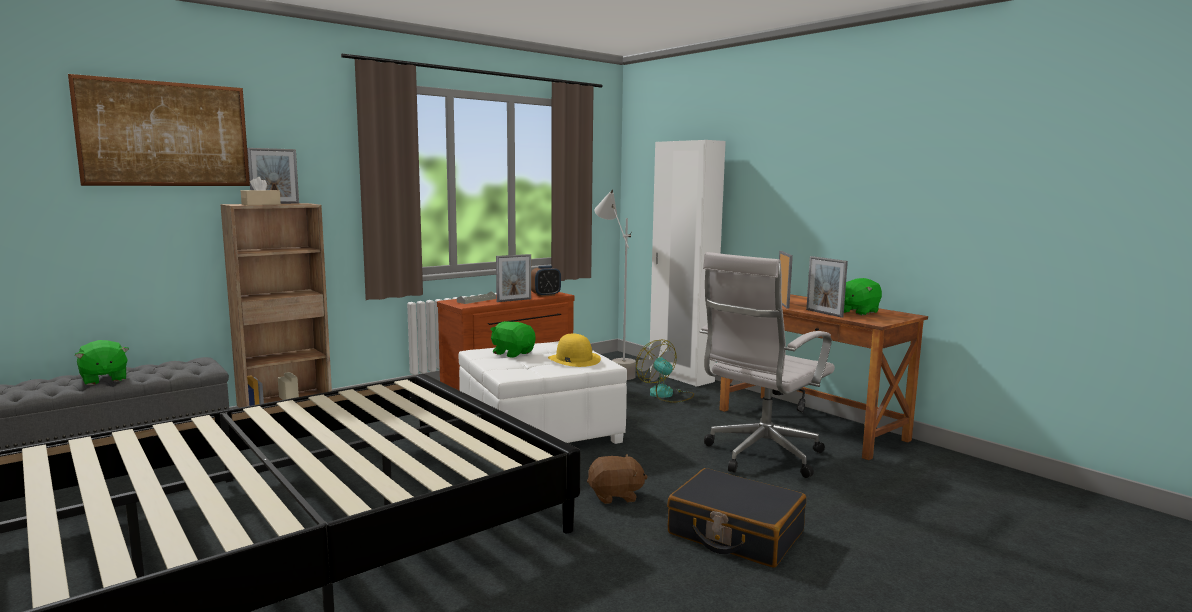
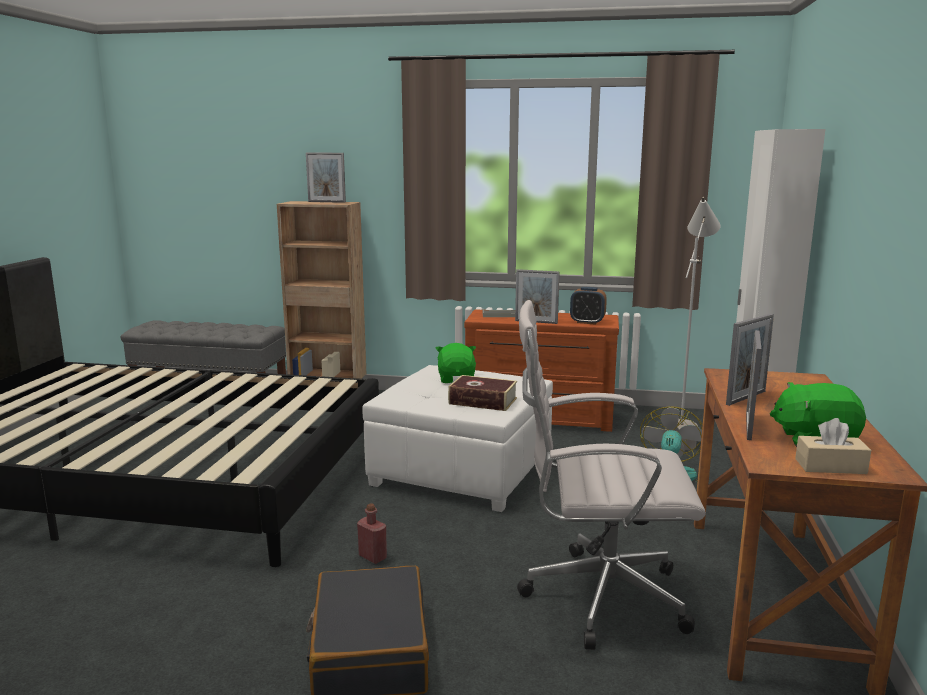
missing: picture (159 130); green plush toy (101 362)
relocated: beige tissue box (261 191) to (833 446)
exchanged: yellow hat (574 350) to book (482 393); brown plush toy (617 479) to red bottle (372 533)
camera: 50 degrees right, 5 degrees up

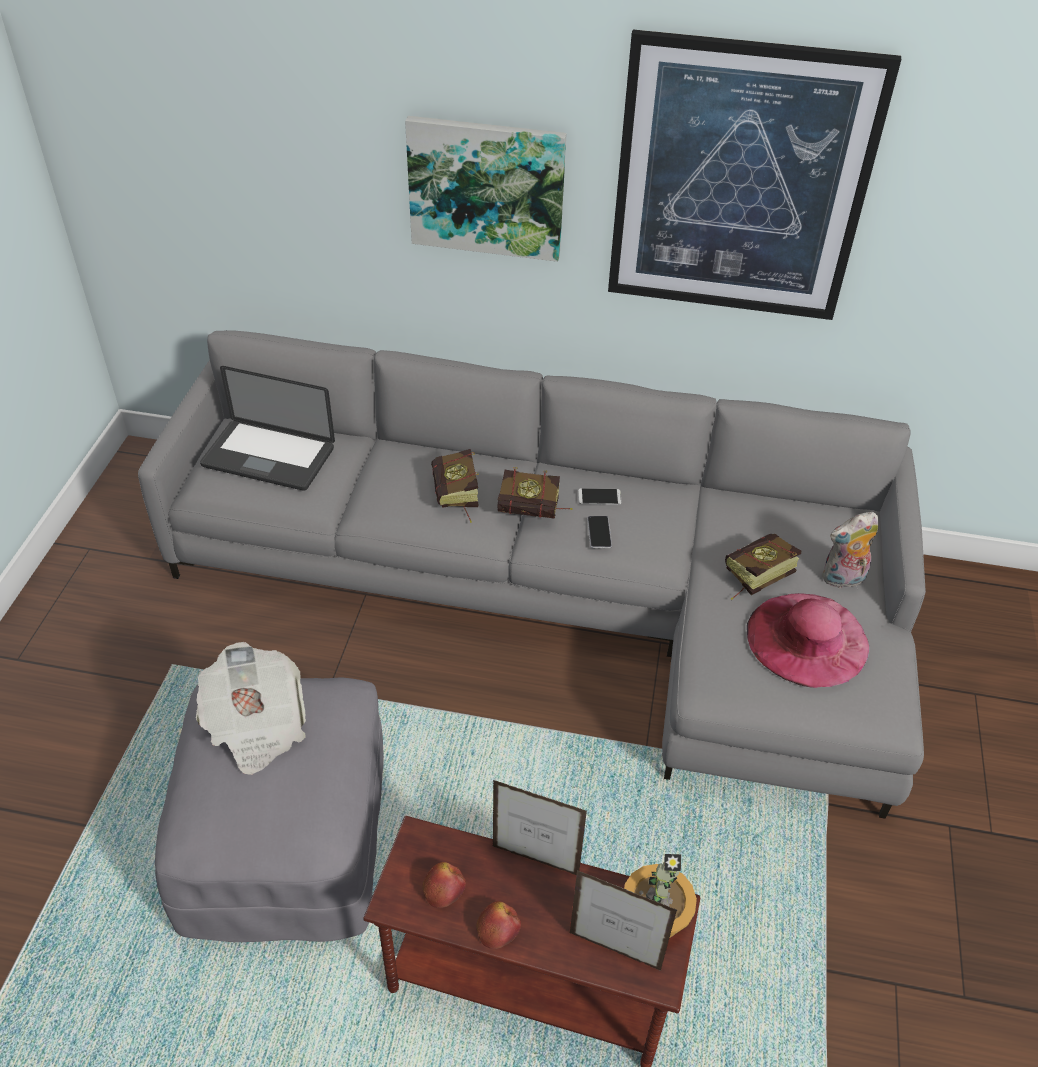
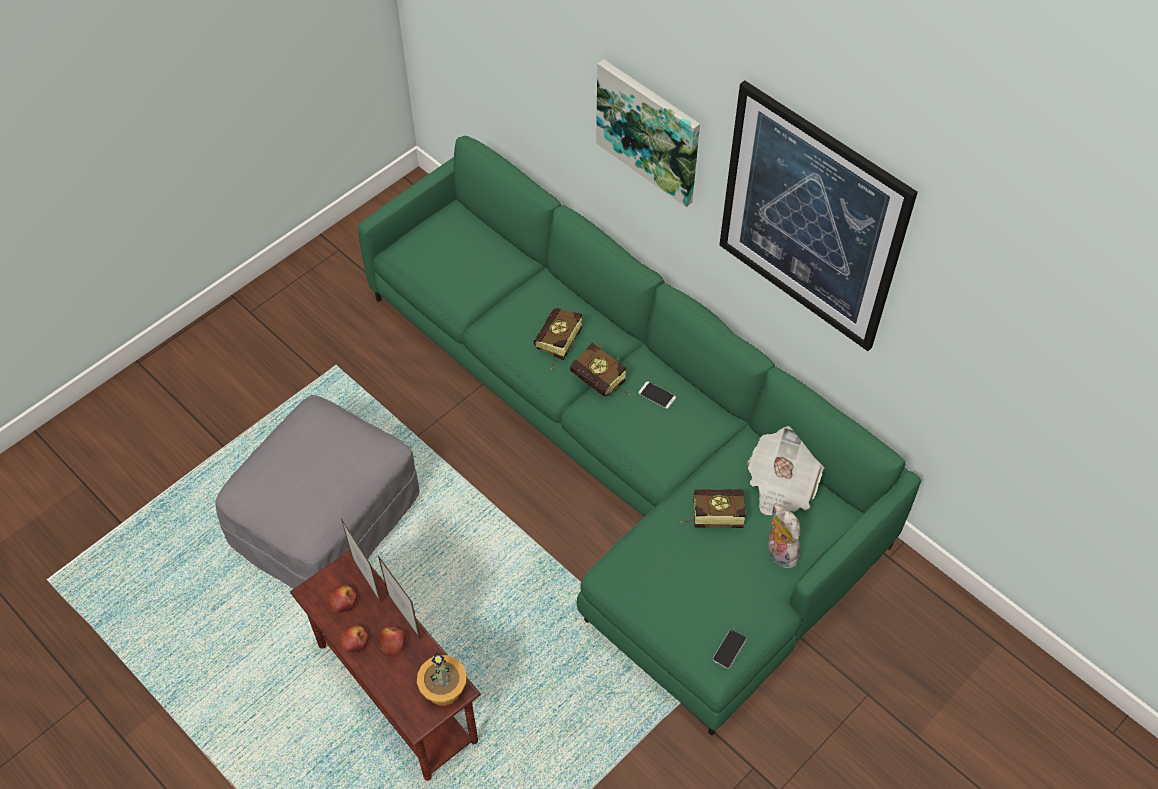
missing: laptop (267 428); pink hat (808 640)
appeared: apple (392 642)
relocated: newspaper (251 708) to (785 470); picture frame (623 920) to (361 561); phone (599 532) to (729 649)
colour: grey sofa (532 574) to green sofa (639 436)
spun: plush toy (850 550) = (784 535) 45 degrees clockwise
camera: 35 degrees right, 10 degrees up

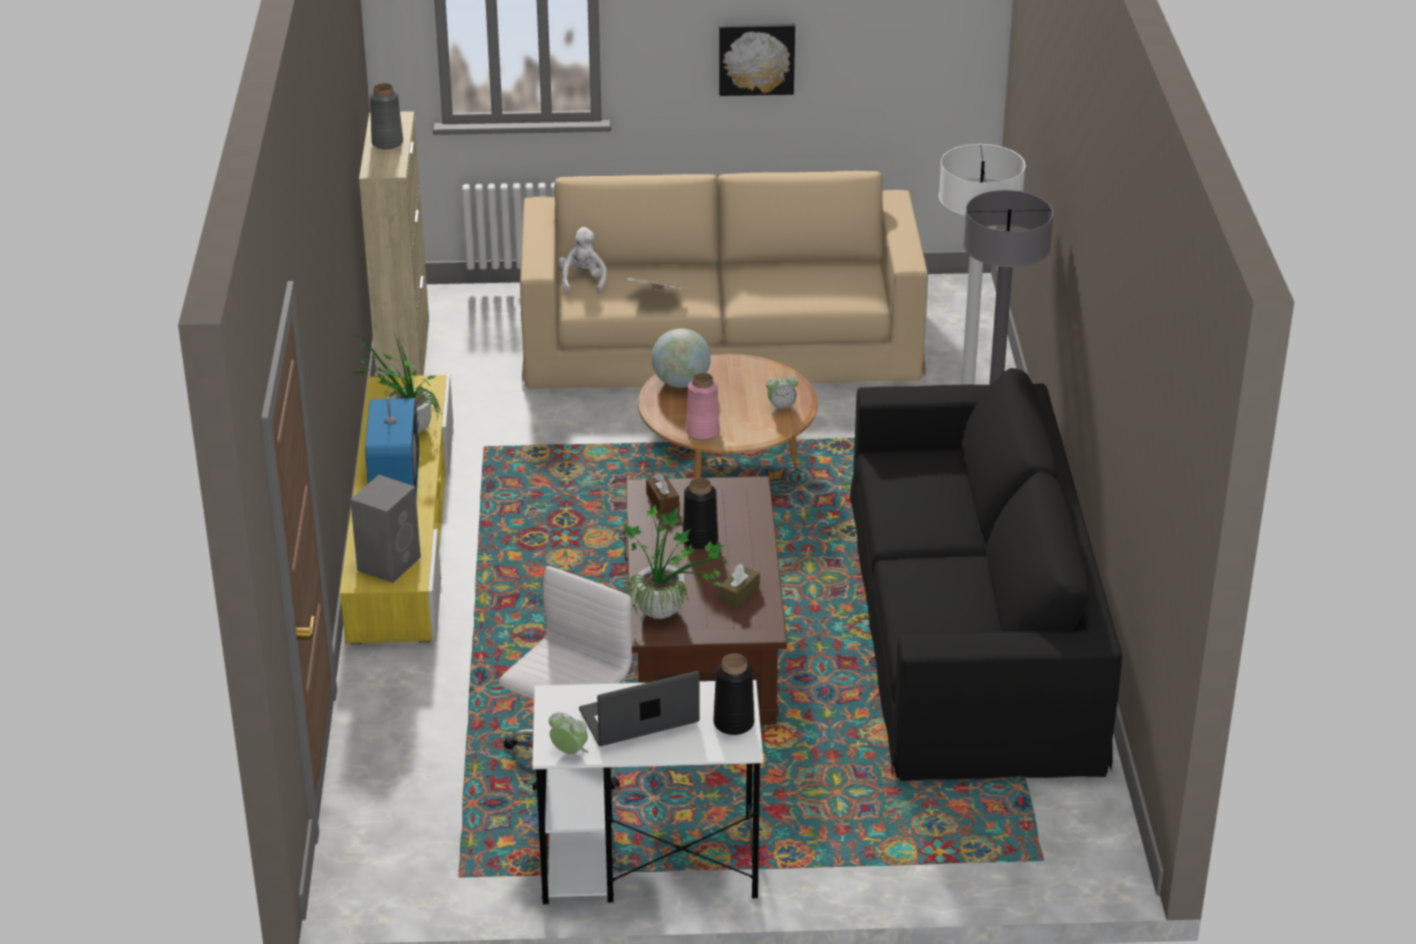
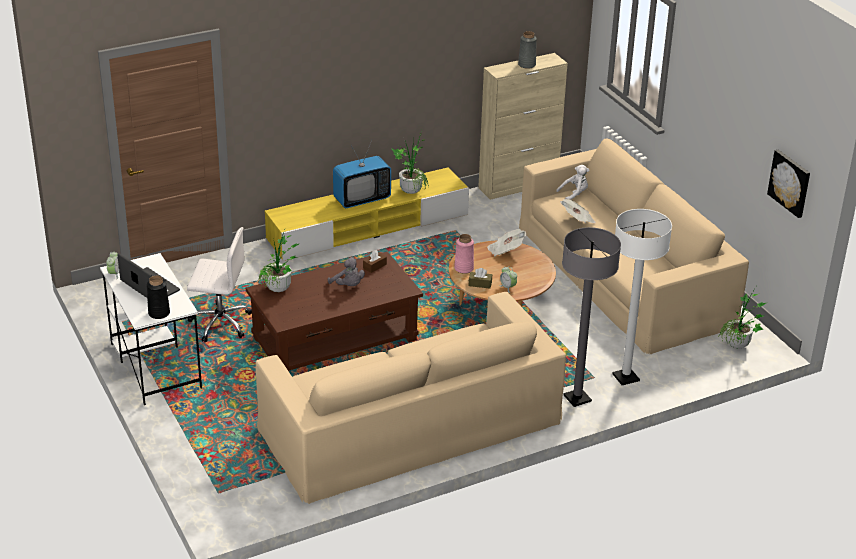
missing: grey speaker (385 529)
appeared: potted plant (742 319)
relocated: picture (757 59) to (788 184); brown tissue box (739 585) to (480 278)
exchanged: globe (681 358) to newspaper (507 242); black vase (700 513) to grey plush toy (346 271)
colour: black sofa (986 574) to beige sofa (411 398)
camera: 65 degrees right, 0 degrees up

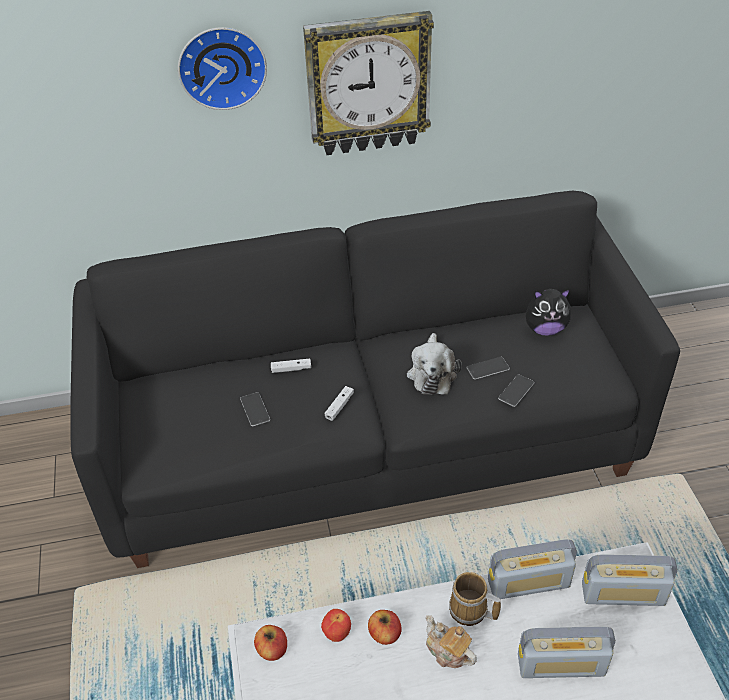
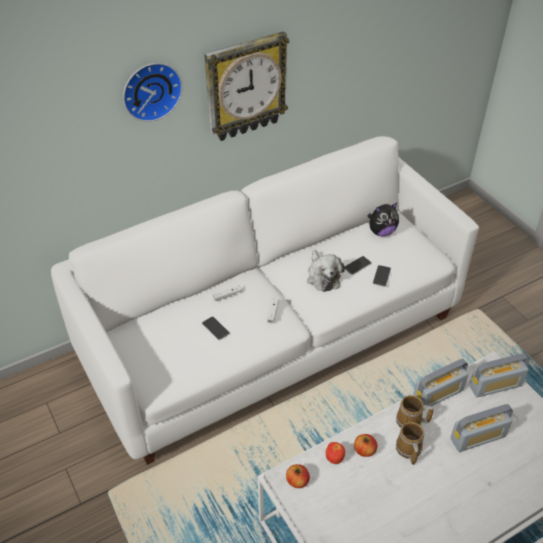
exchanged: teapot (451 641) to mug (410 443)
colour: black sofa (375 379) to white sofa (265 300)
camera: 20 degrees left, 0 degrees up

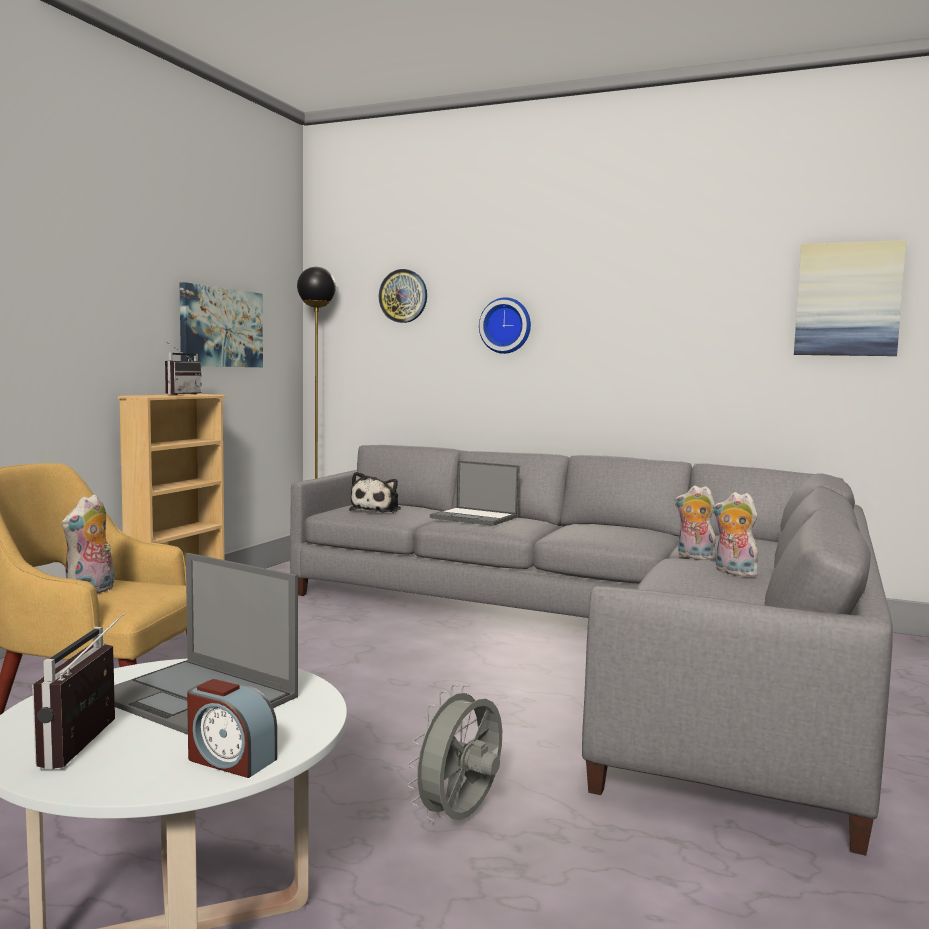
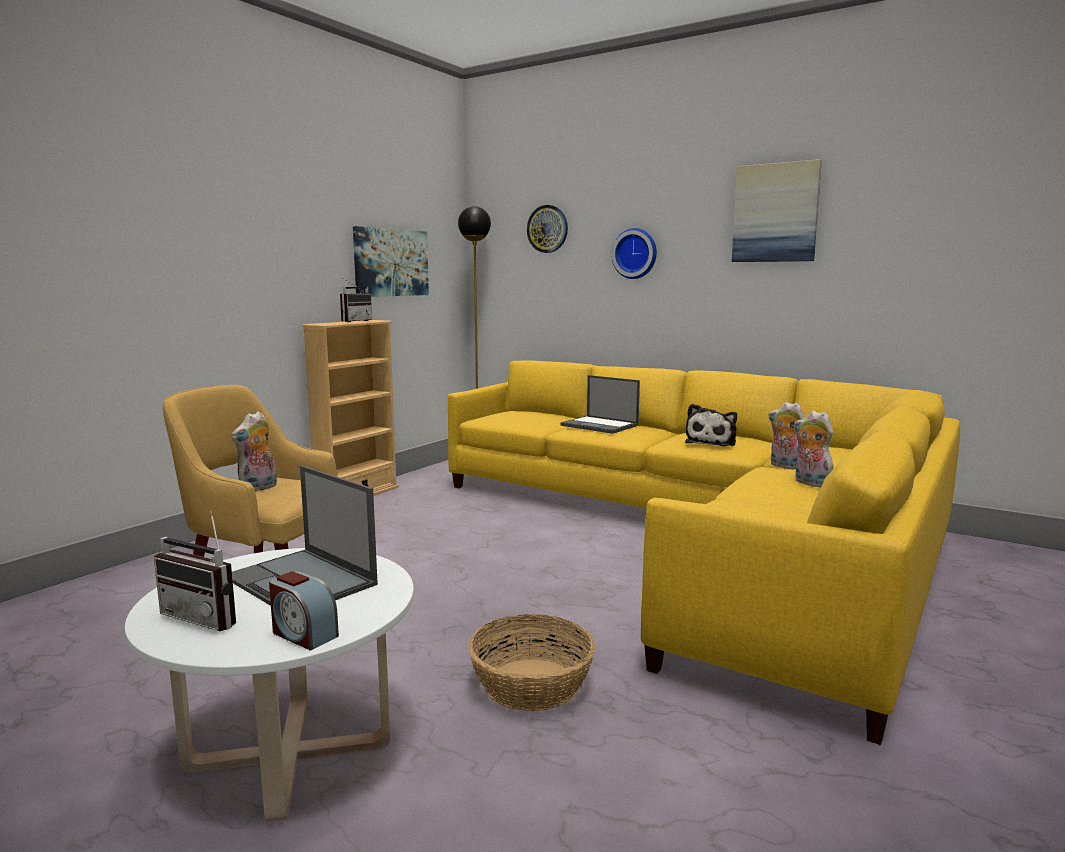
relocated: plush toy (375 492) to (711 425); picture (850 298) to (777 210)
exchanged: grey fan (454 752) to basket (531 662)
colour: grey sofa (591 650) to yellow sofa (704 552)
spun: radio (78 691) = (195 571) 75 degrees counterclockwise
camera: 10 degrees right, 5 degrees up

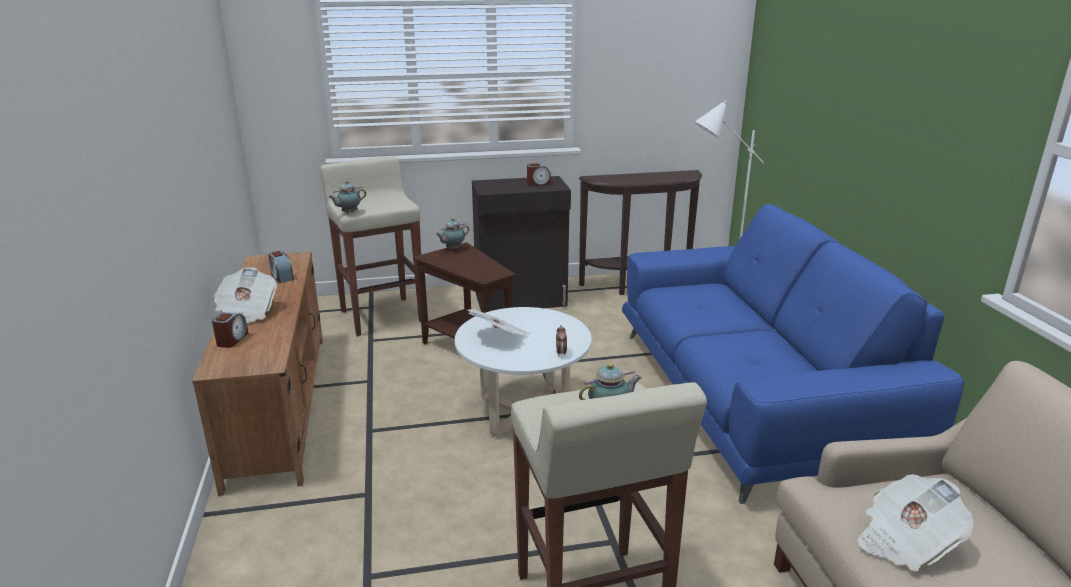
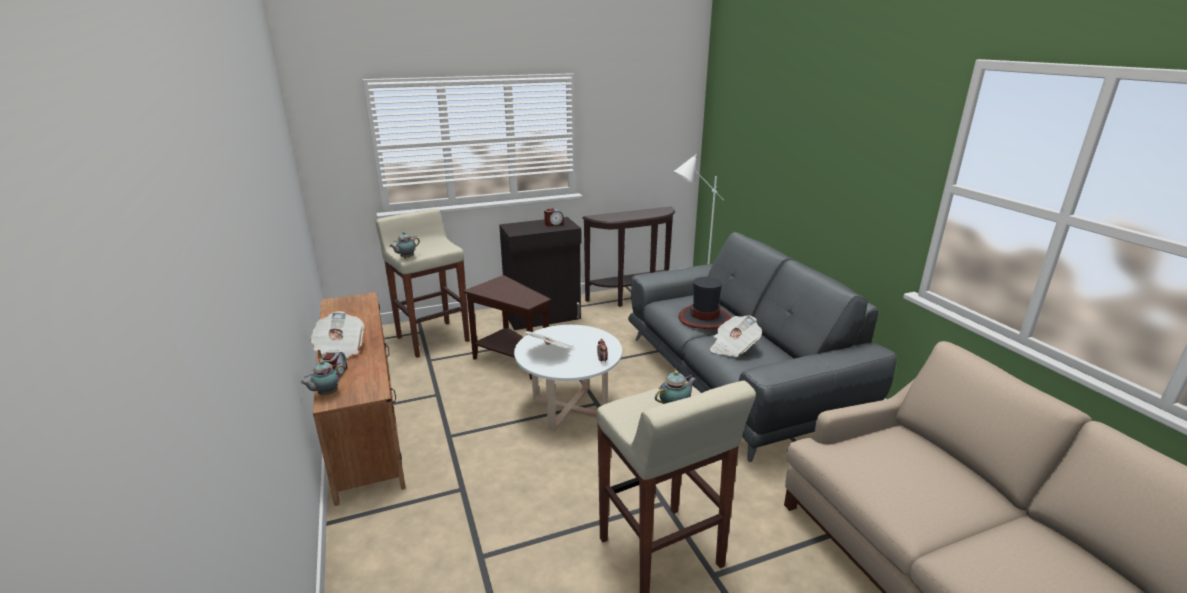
missing: alarm clock (281 267)
appeared: hat (704 303)
relocated: teapot (452 234) to (323 378); newspaper (916 523) to (736 336)
colour: blue sofa (793 354) to grey sofa (762 347)
camera: 10 degrees left, 0 degrees up

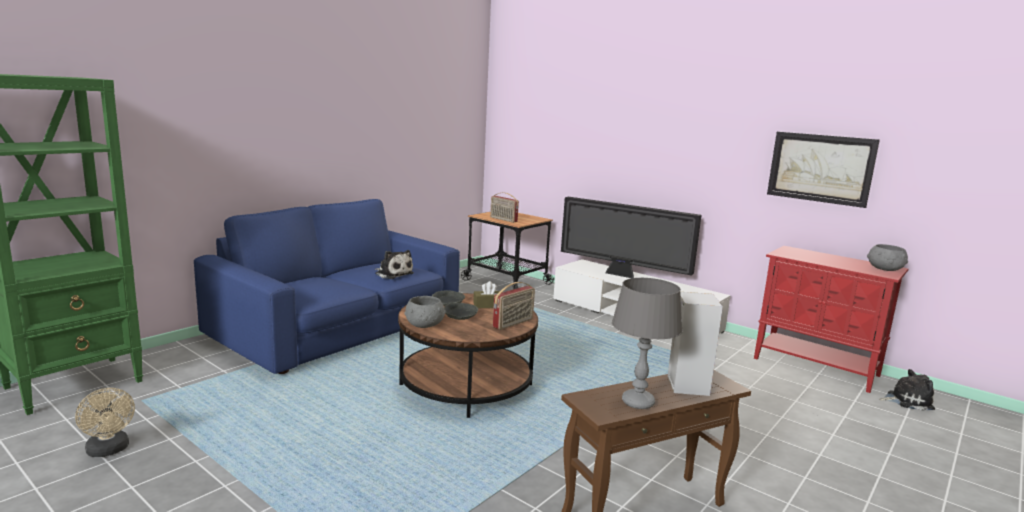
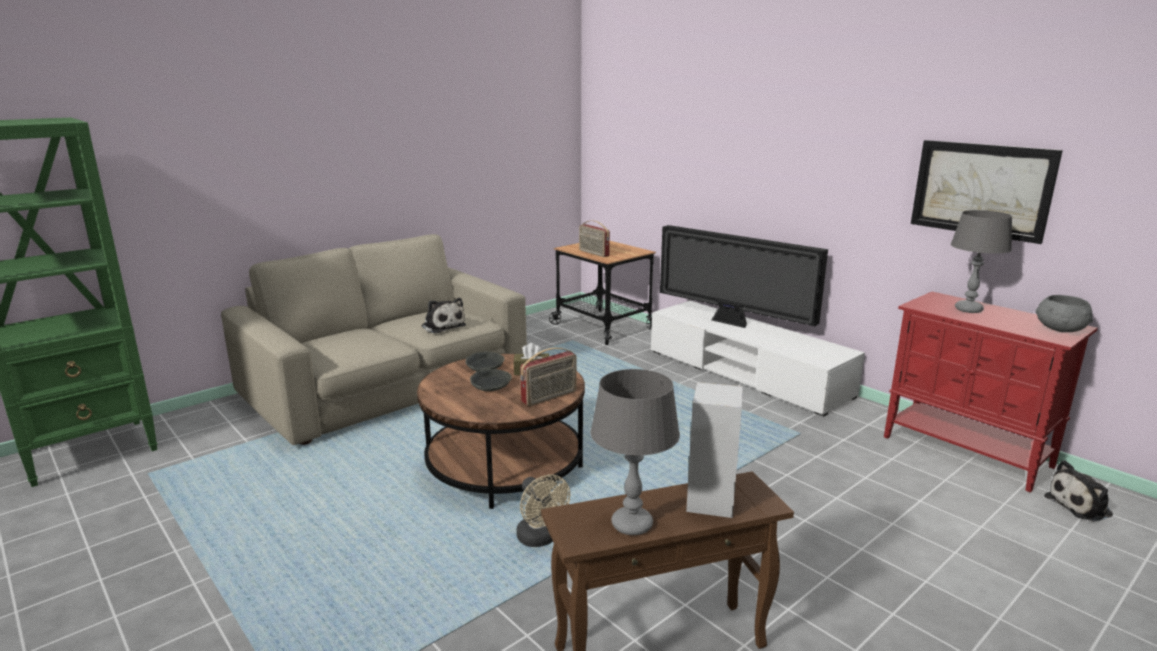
missing: grey bowl (425 312)
appeared: grey table lamp (981 261)
relocated: beige fan (105 422) to (543 510)
colour: blue sofa (327 286) to beige sofa (374 339)
spun: plush toy (907 390) = (1078 490) 150 degrees clockwise
camera: 10 degrees right, 5 degrees up

